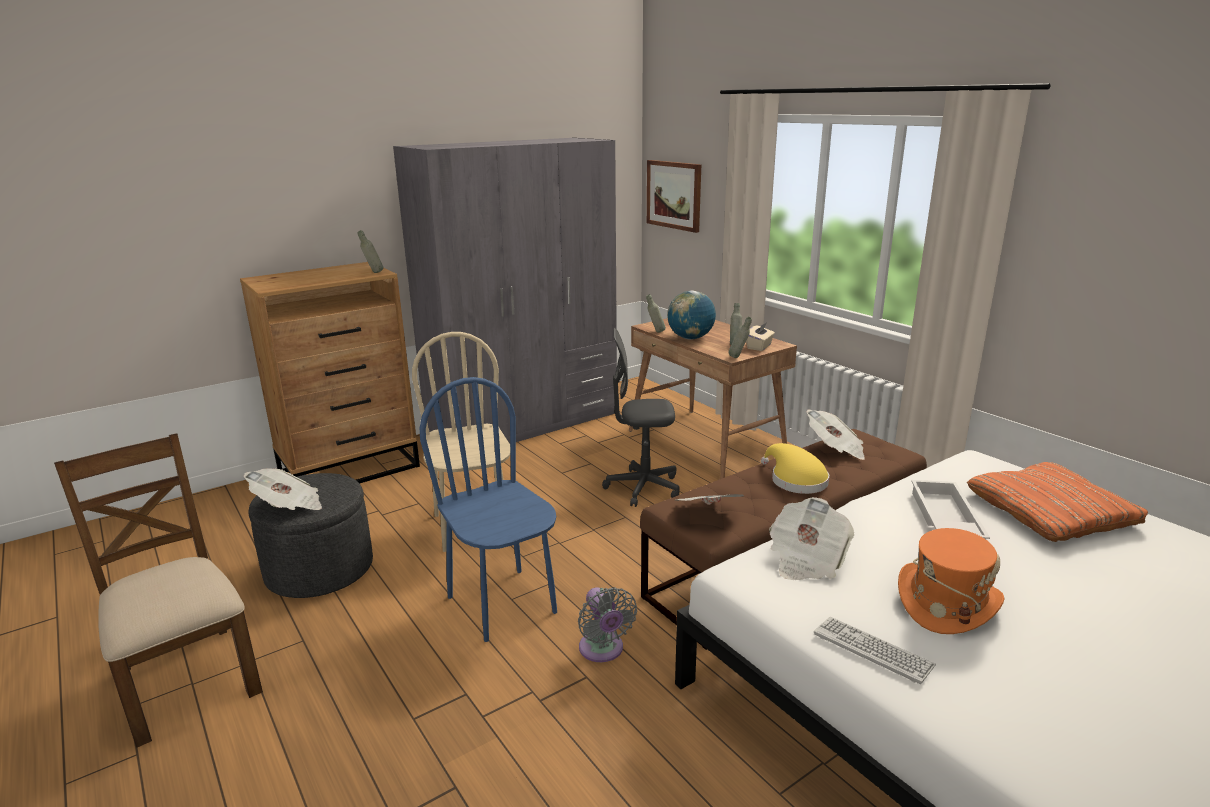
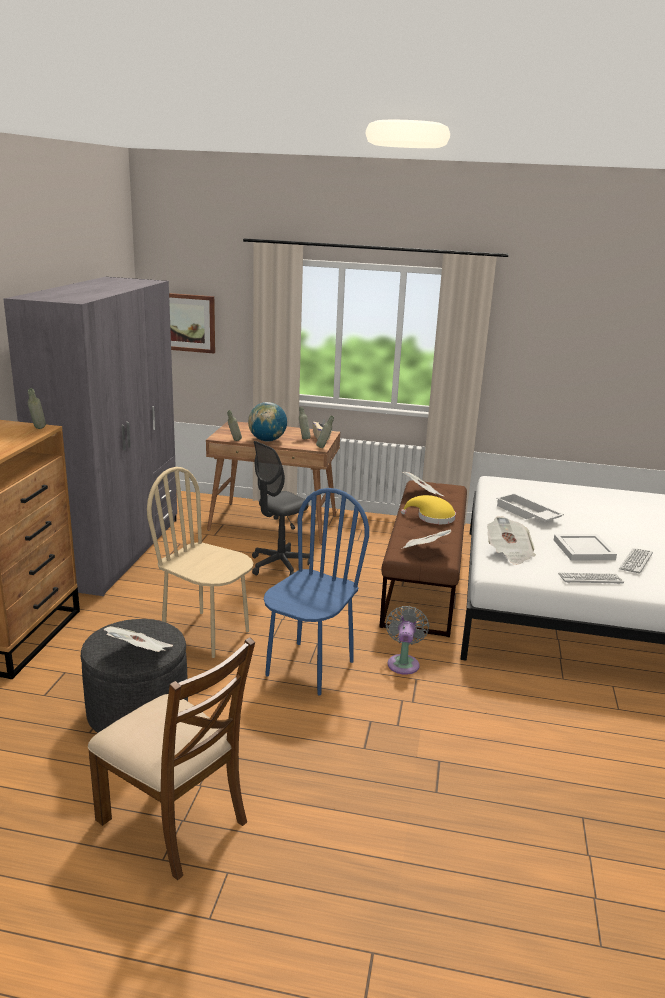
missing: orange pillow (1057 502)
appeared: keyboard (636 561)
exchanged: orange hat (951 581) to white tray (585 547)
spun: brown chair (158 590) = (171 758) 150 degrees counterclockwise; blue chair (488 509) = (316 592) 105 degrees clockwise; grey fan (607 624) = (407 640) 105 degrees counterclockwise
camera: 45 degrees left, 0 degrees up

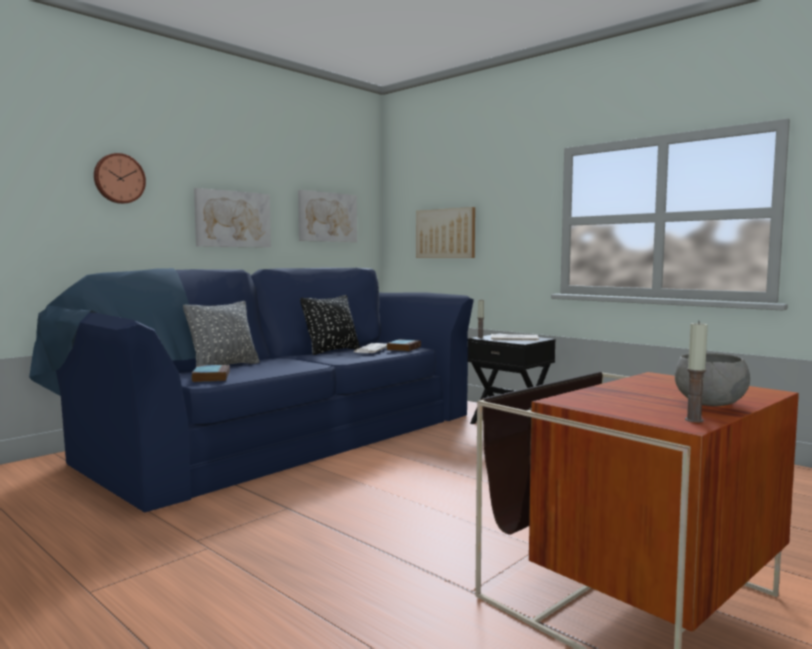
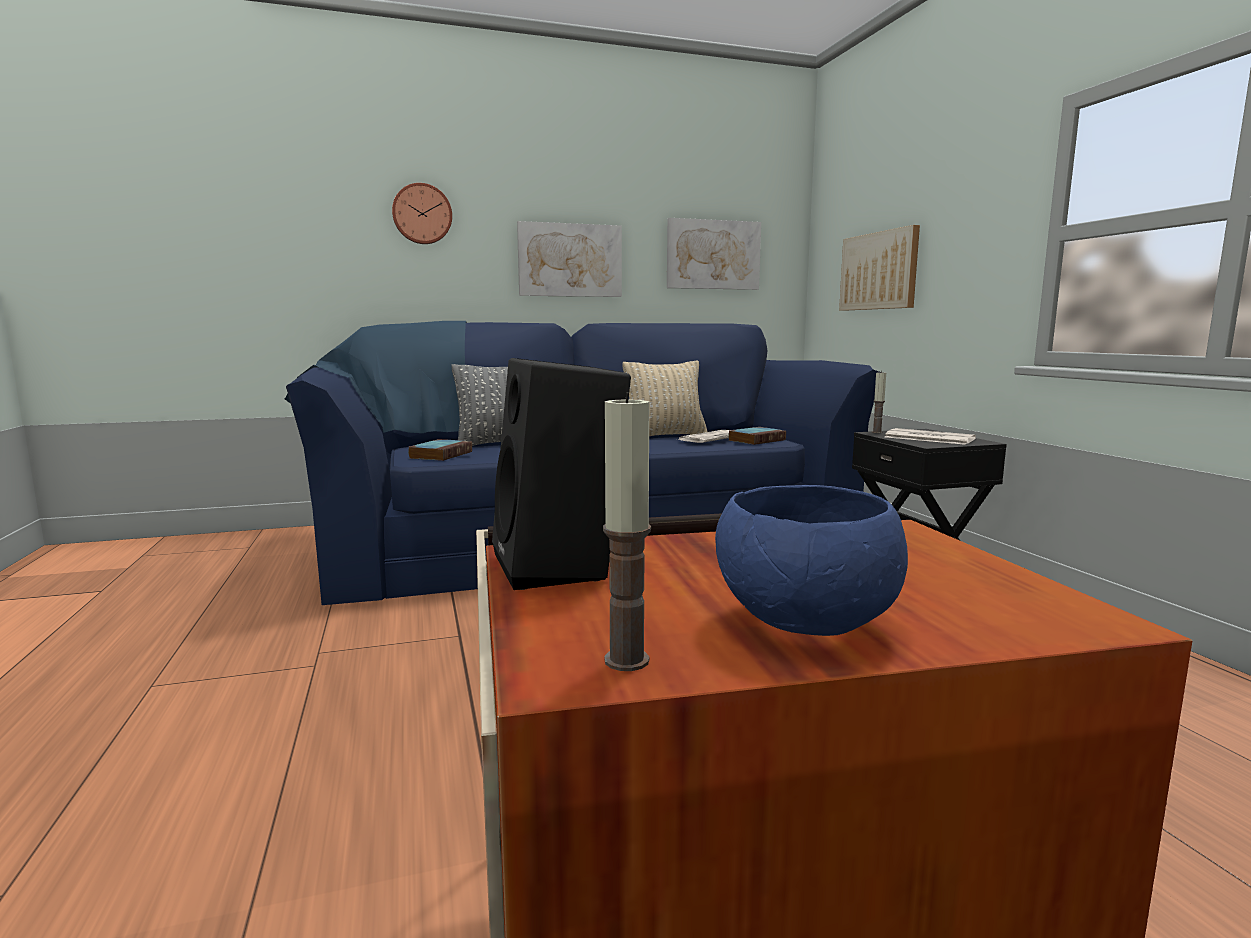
appeared: black speaker (561 474)
colour: black pillow (330 325) to beige pillow (665 398); grey bowl (712 379) to blue bowl (811 560)
camera: 30 degrees right, 5 degrees up

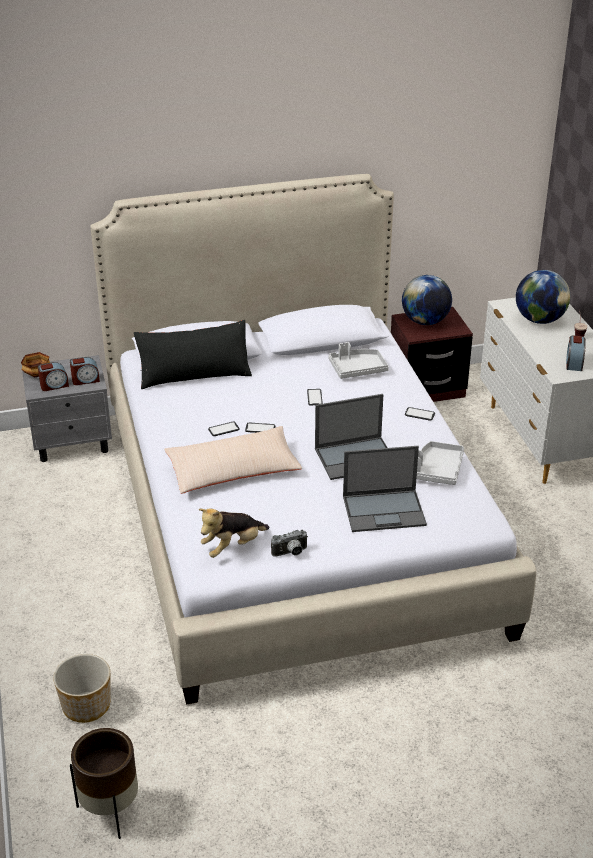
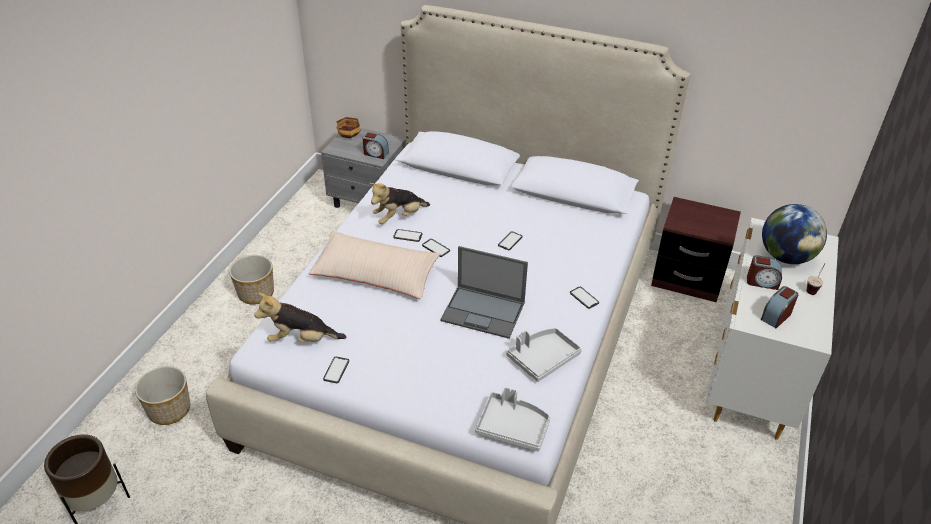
missing: black pillow (193 354); laptop (385 489); globe (427 300)
appeared: planter (251 280); plush toy (400 203)
relocated: alarm clock (53 376) to (764 272); grey tray (358 360) to (512 419)
exchanged: photo camera (289 543) to phone (336 370)
camera: 35 degrees right, 5 degrees up

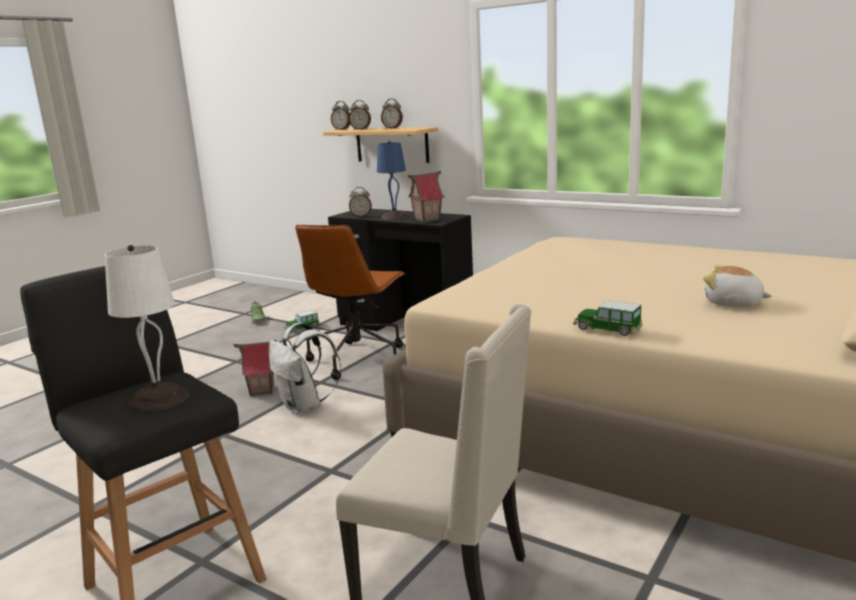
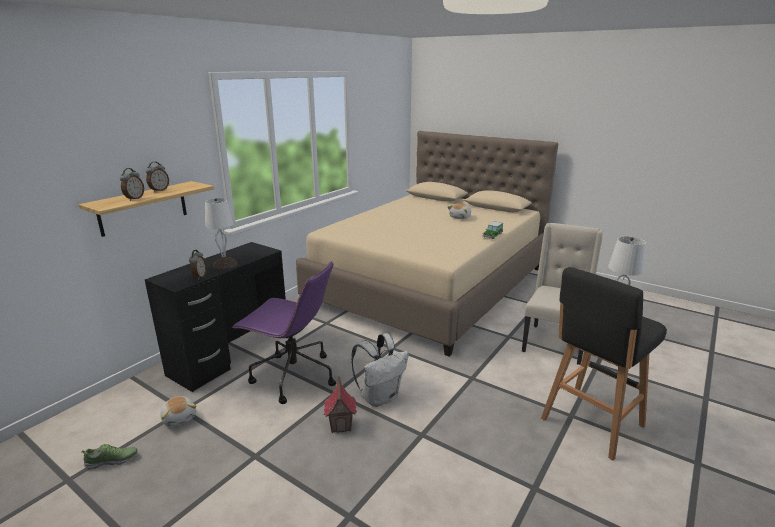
missing: alarm clock (340 115); toy house (426 197)
exchanged: toy car (302 321) to plush toy (178 411)
colour: brown office chair (350 302) to purple office chair (284 332); blue table lamp (392 180) to white table lamp (221 233)
camera: 90 degrees left, 5 degrees up

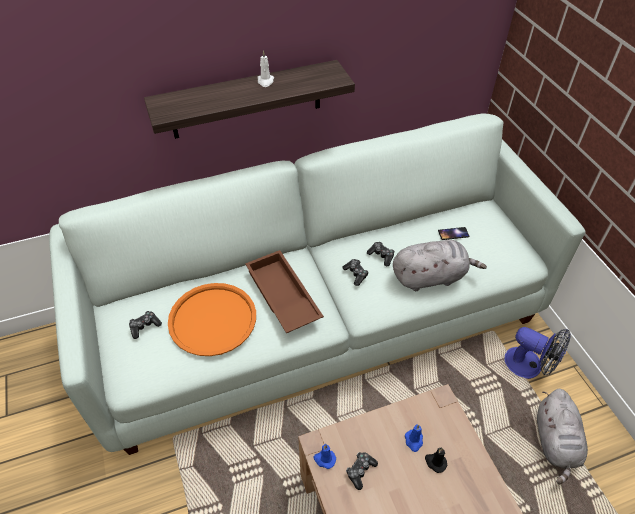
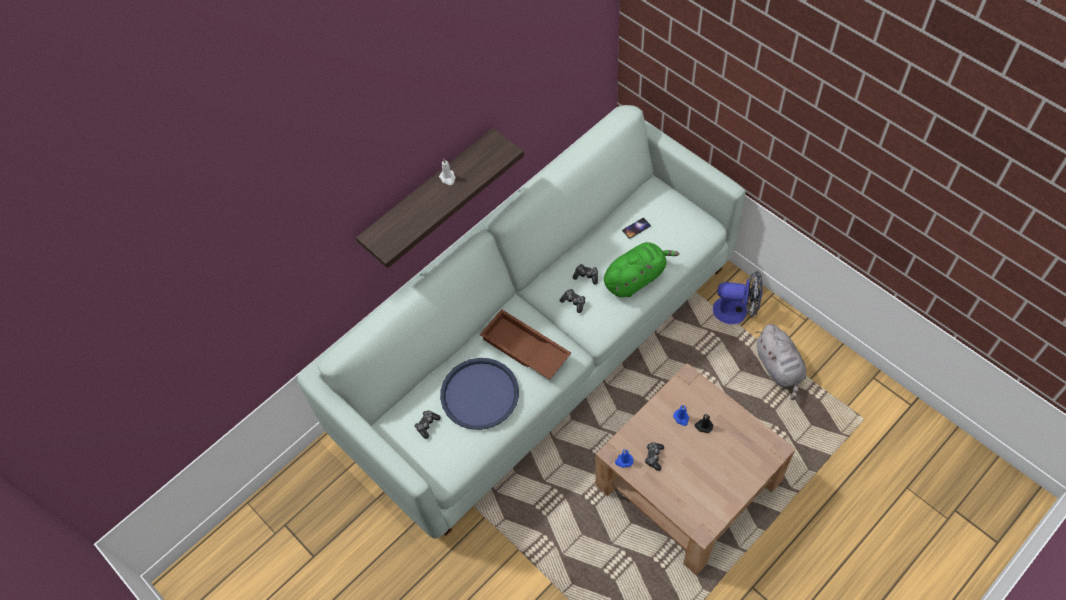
colour: orange tray (212 319) to blue tray (479 394); grey plush toy (440 265) to green plush toy (642 269)
camera: 20 degrees left, 10 degrees up

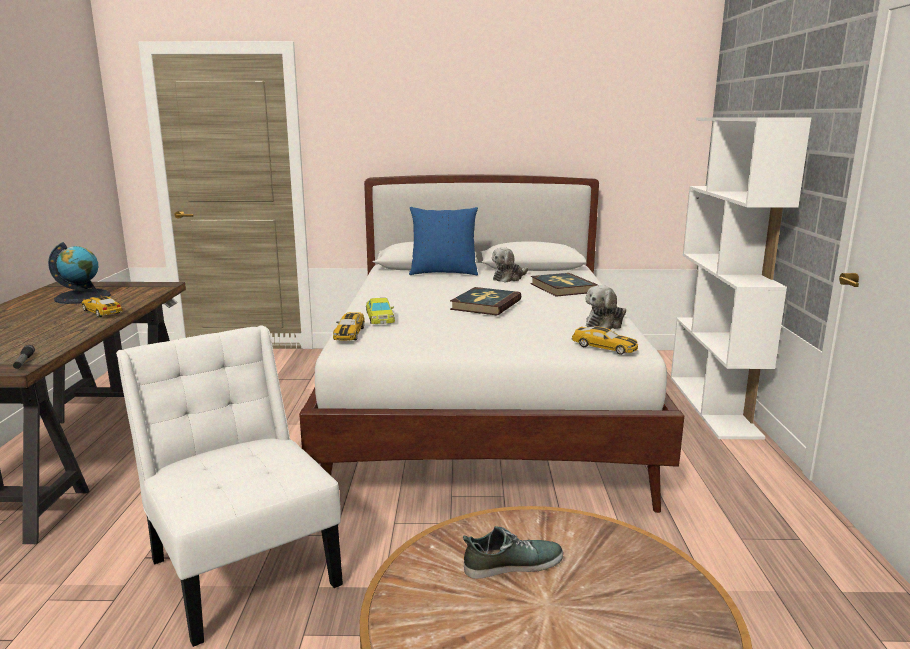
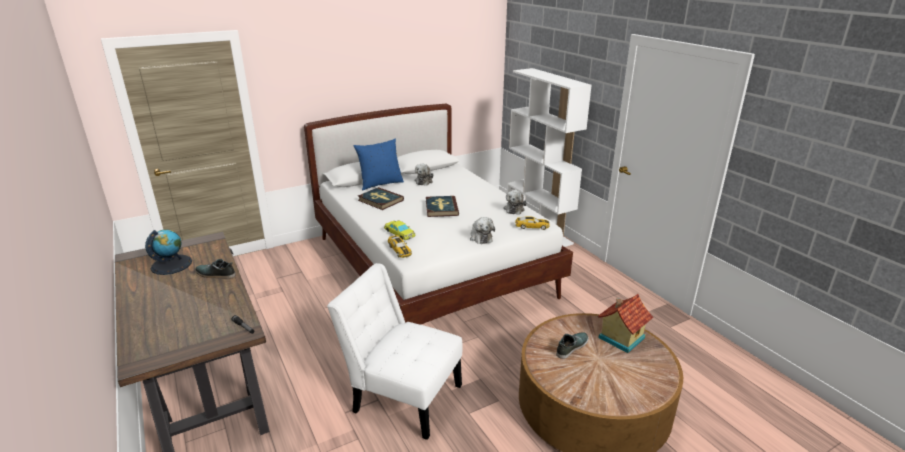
appeared: plush toy (482 230); toy house (625 323)
relocated: book (564 285) to (381 198)
exchanged: toy car (102 306) to shoe (216 269)
camera: 30 degrees left, 10 degrees up

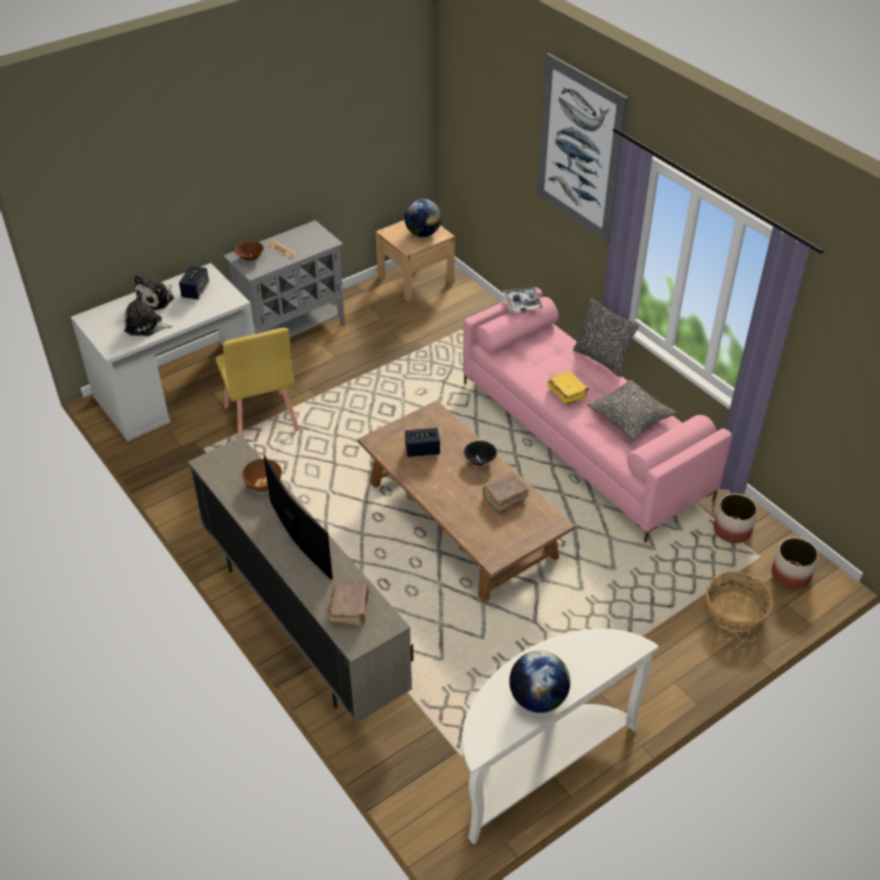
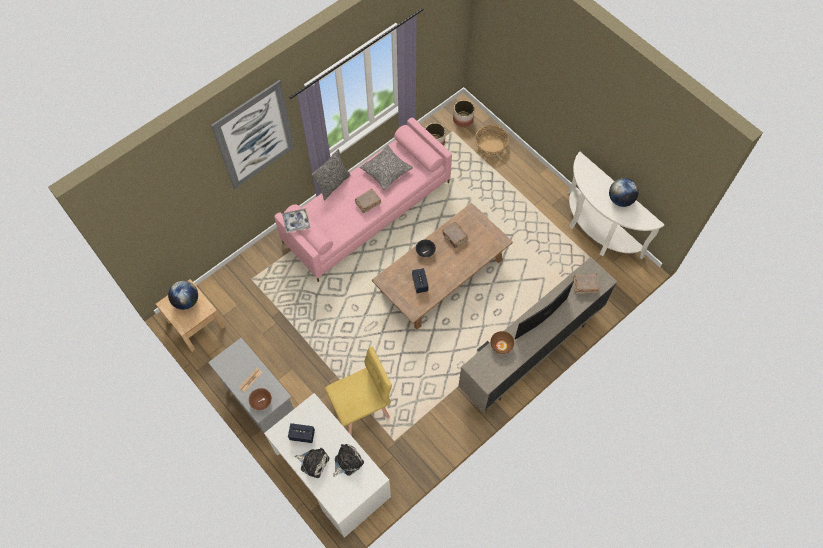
colour: yellow book (568 388) to brown book (368 201)
spun: plush toy (148 315) = (348 460) 135 degrees counterclockwise
camera: 95 degrees left, 20 degrees up

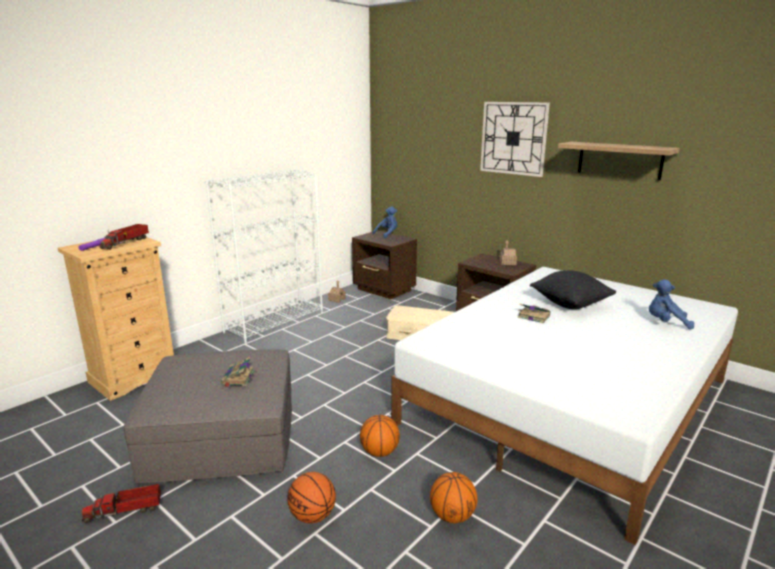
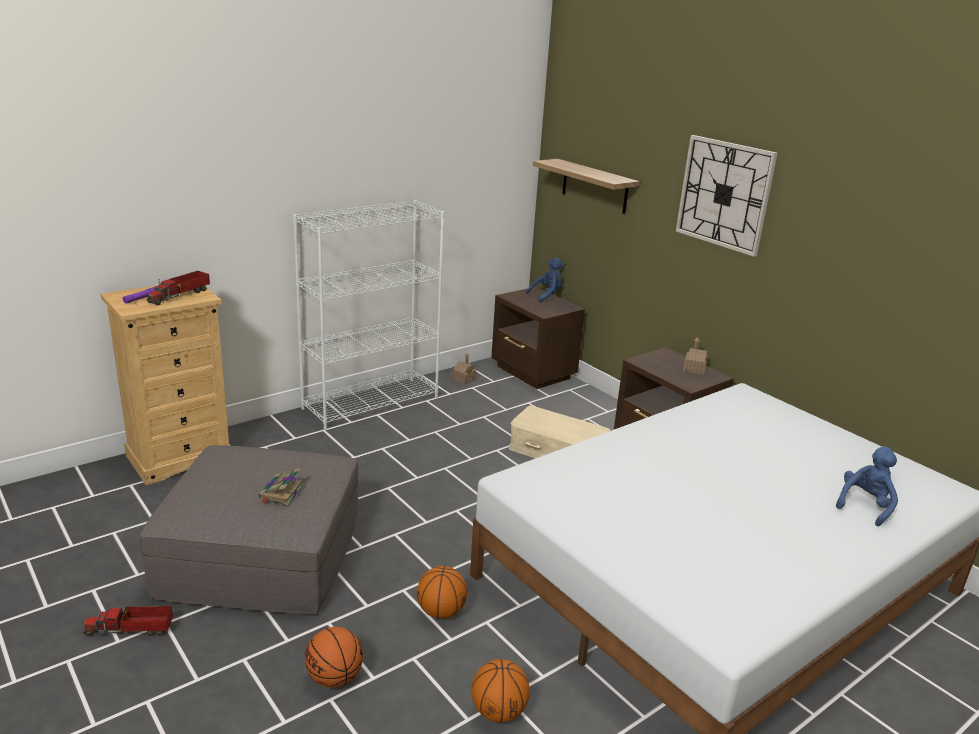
missing: book (534 313); black pillow (573 289)
relocated: shelf (619 161) to (586 186)
spun: blue plush toy (672 304) = (867 486) 105 degrees clockwise
camera: 10 degrees right, 5 degrees up

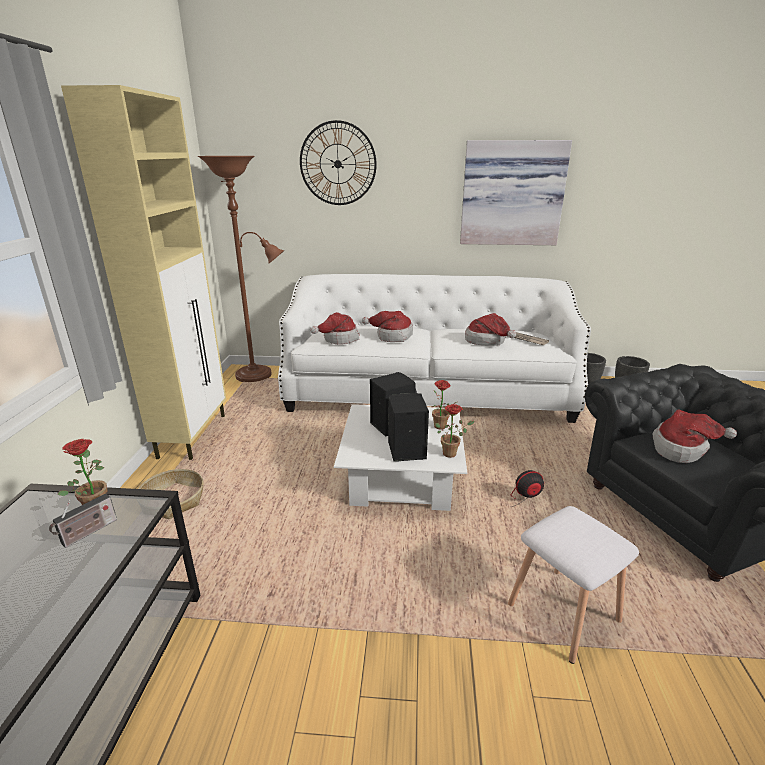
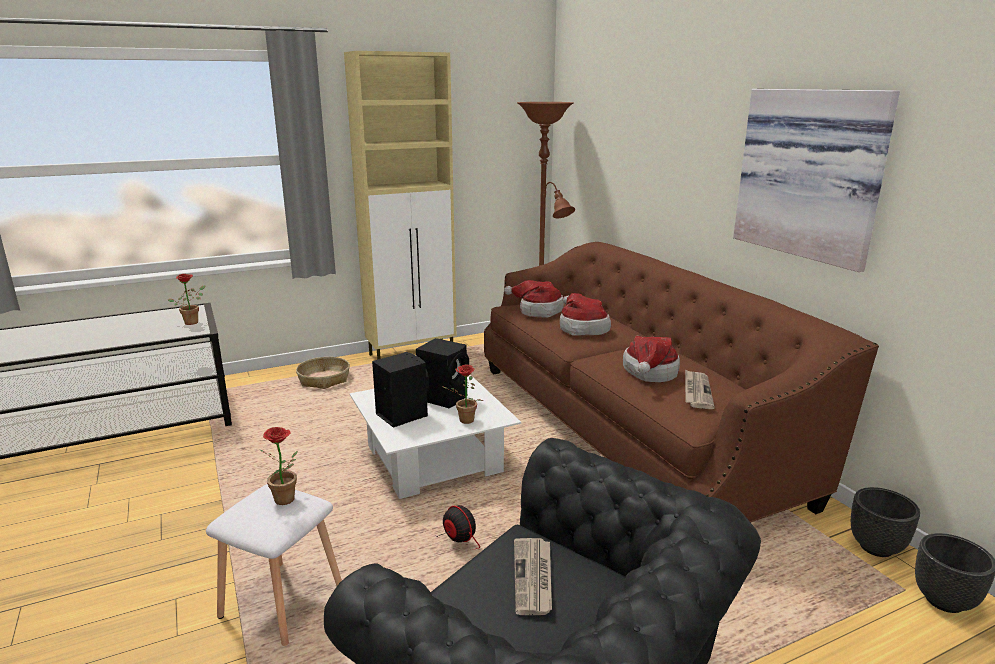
missing: radio (83 521); wall clock (338 162)
relocated: potted plant (455 431) to (279 466)
exchanged: hat (695 436) to newspaper (533 576)
colour: white sofa (434 348) to brown sofa (681 382)
camera: 60 degrees right, 5 degrees down

